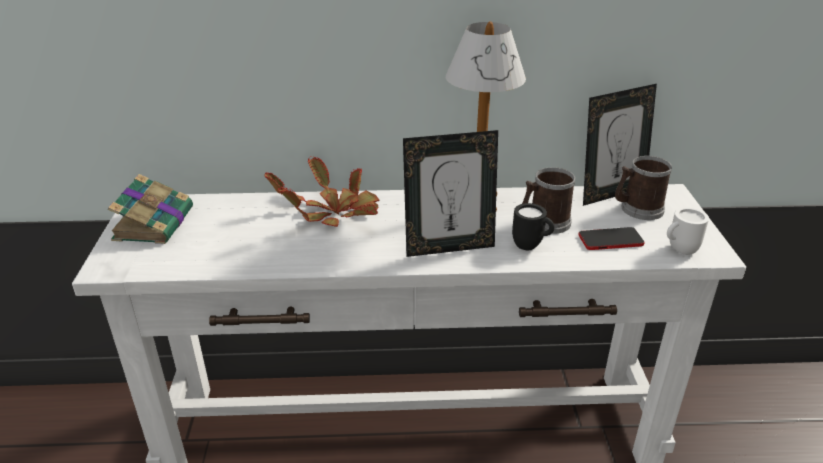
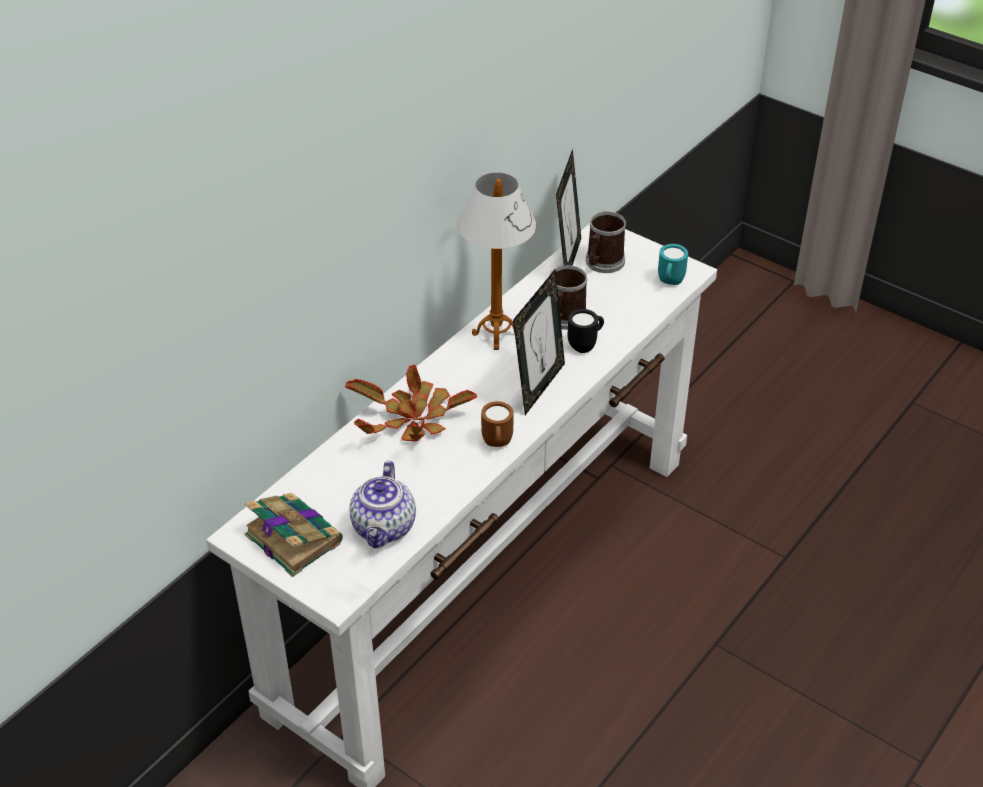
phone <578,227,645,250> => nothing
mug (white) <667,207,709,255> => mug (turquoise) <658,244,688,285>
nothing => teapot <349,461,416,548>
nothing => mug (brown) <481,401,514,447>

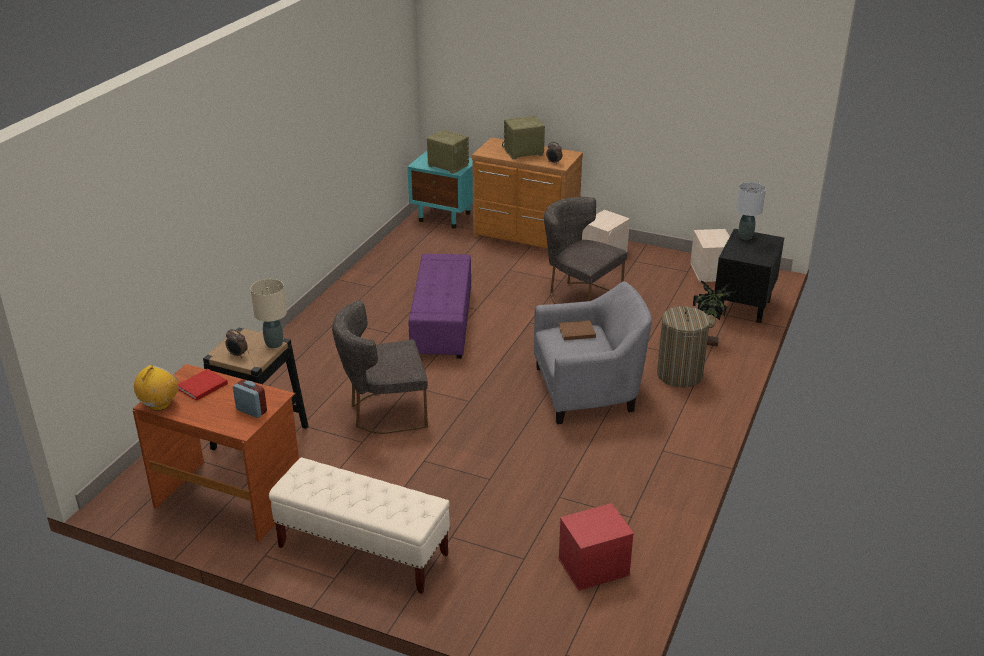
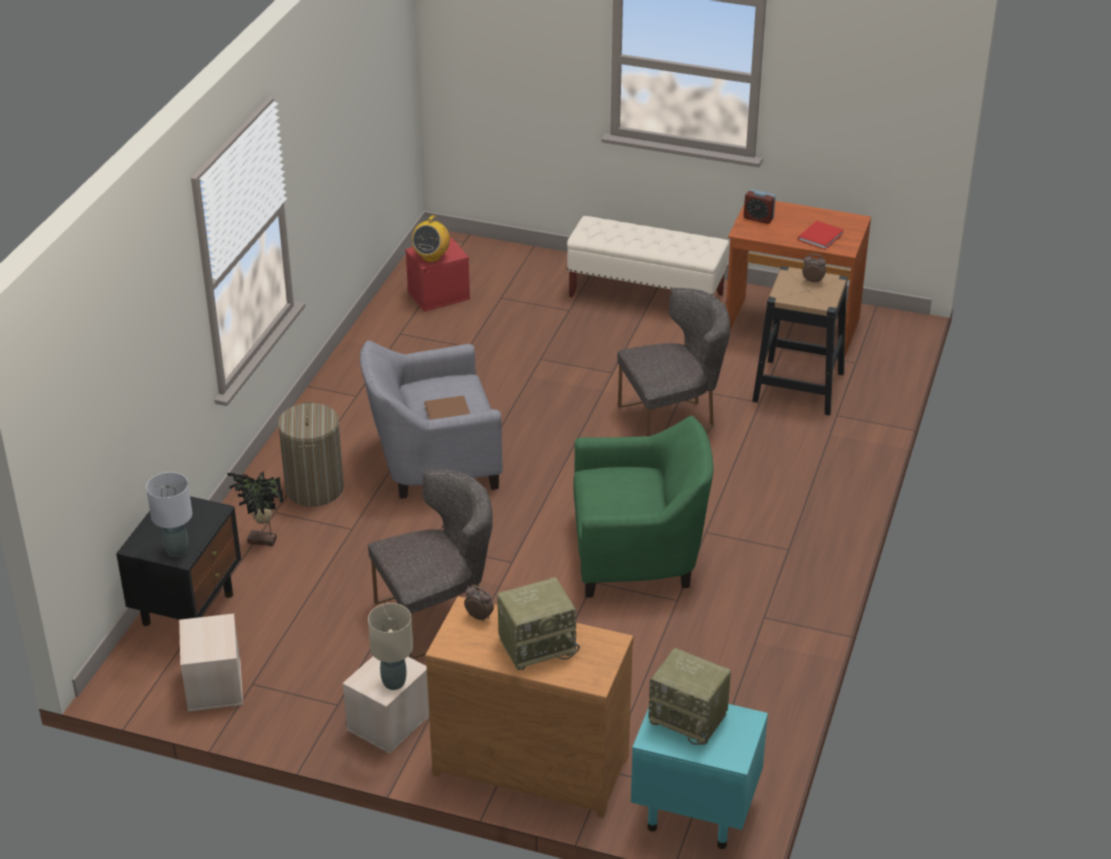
radio <134,365,178,411> => radio <412,215,450,262>, shifted
table lamp (beige) <251,279,287,348> => table lamp (beige) <368,603,413,690>, shifted
ottoman (purple) <408,254,471,359> => armchair (green) <574,416,713,598>
chair (grey) <544,197,627,304> => chair (grey) <368,469,493,659>, 60 degrees counterclockwise

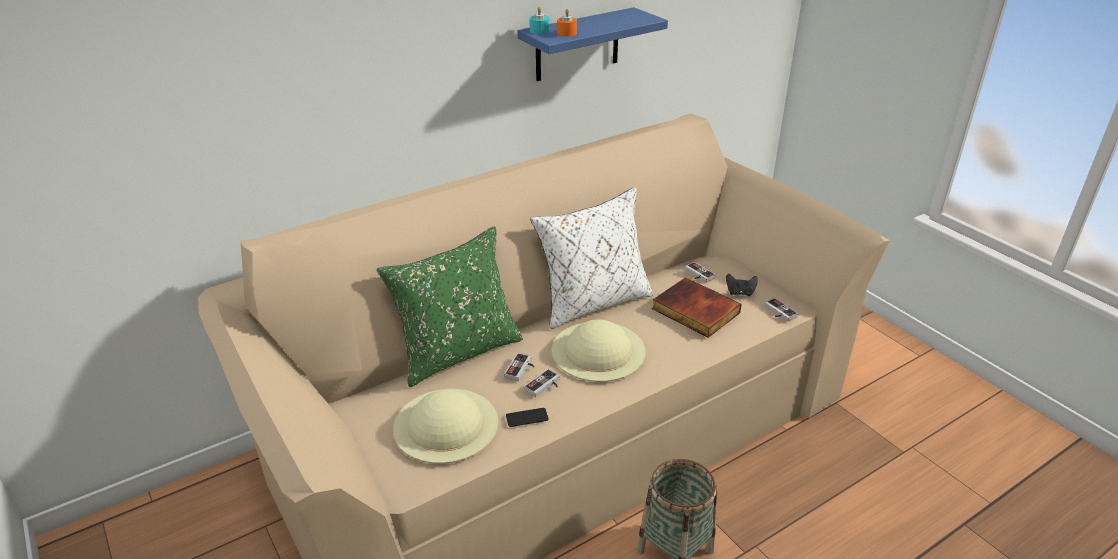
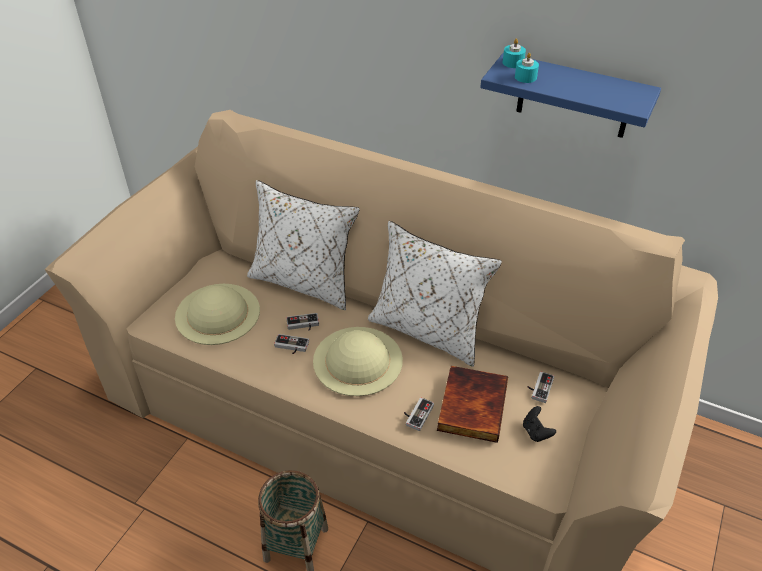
pillow (green) <377,226,523,387> => pillow (white) <247,180,360,310>
phone <506,408,548,427> => nothing
candle (orange) <557,9,577,36> => candle (turquoise) <515,53,539,83>
game controller <765,298,798,322> => game controller <404,397,434,431>, shifted

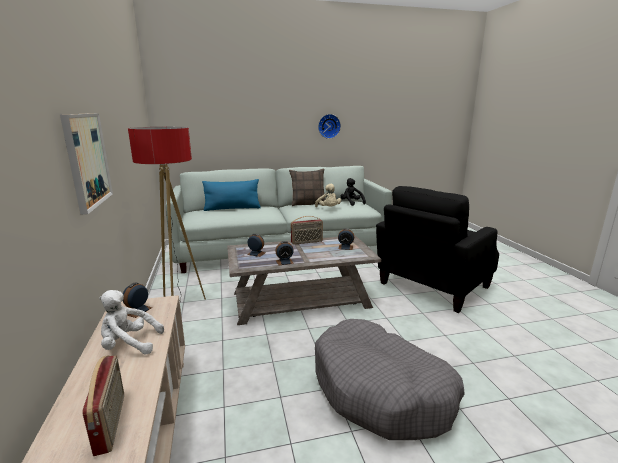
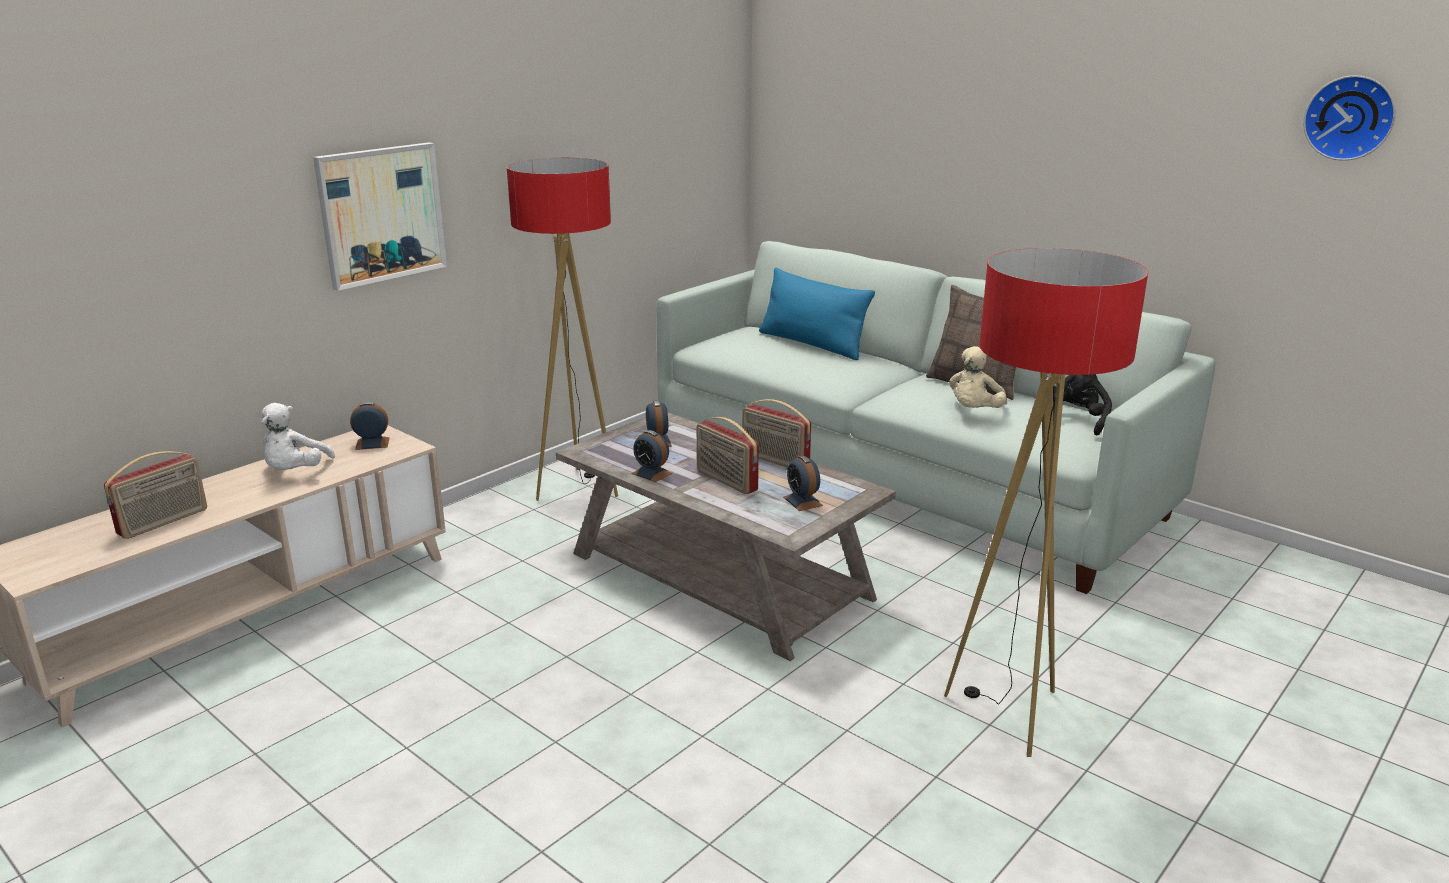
plush toy (white) <99,290,164,355> => plush toy (white) <261,403,335,470>, 135 degrees counterclockwise
dog bed (grey) <315,319,465,440> => nothing
wall clock <318,114,341,139> => wall clock <1303,75,1396,161>, shifted
armchair (black) <376,186,499,313> => floor lamp <944,248,1148,757>
nothing => radio <697,417,759,494>

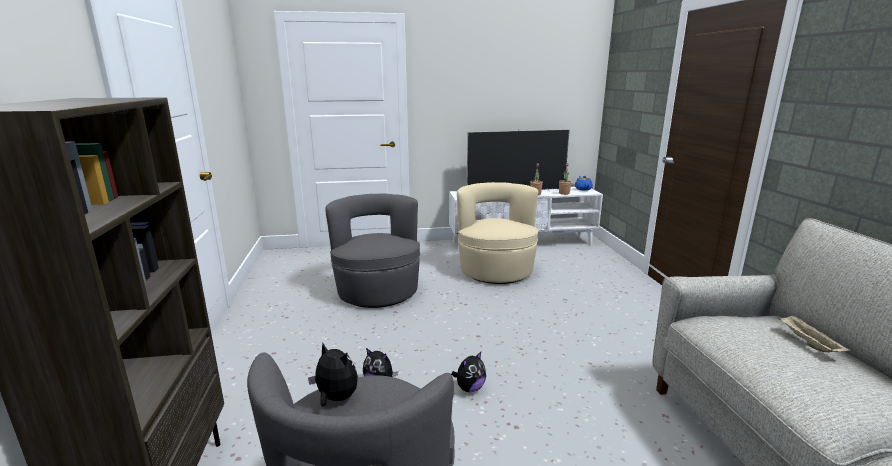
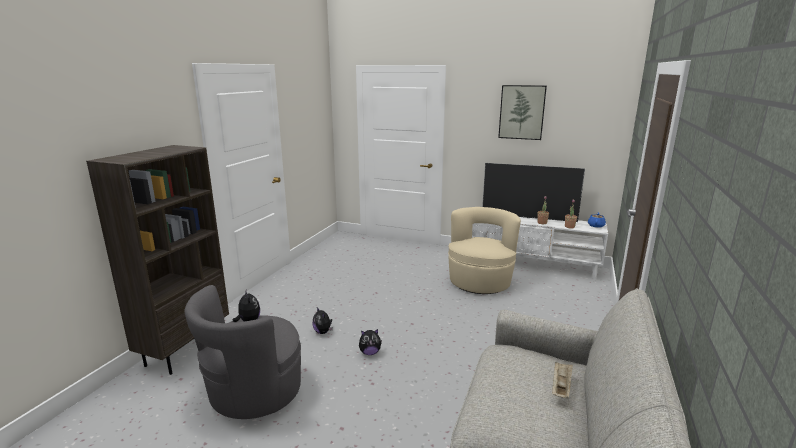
armchair (grey) <326,194,420,308> => nothing
nothing => picture <498,85,547,140>

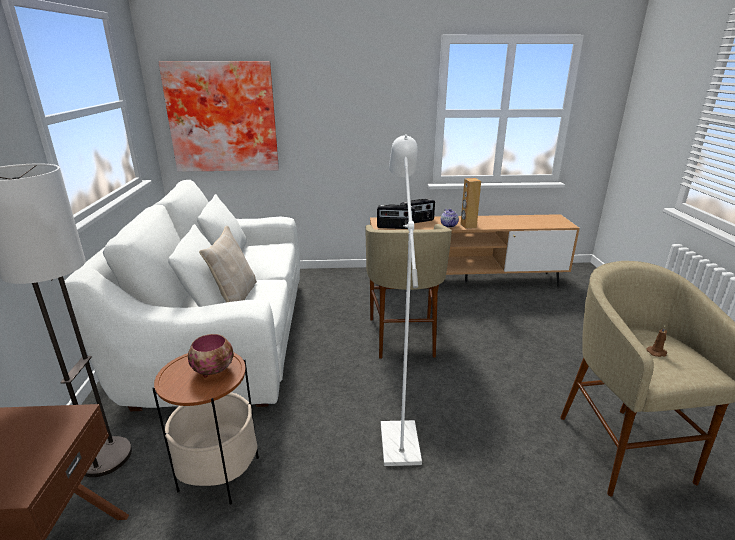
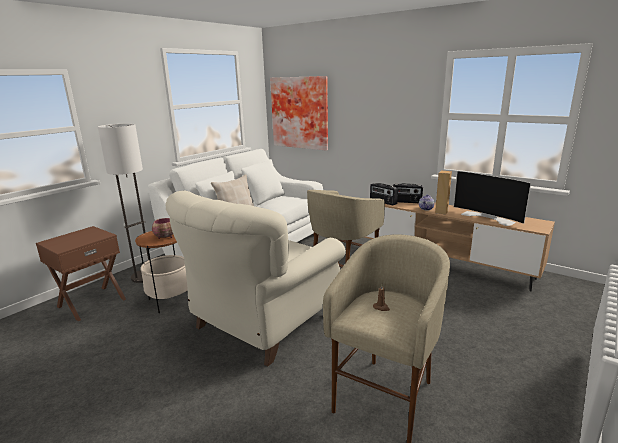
floor lamp (white) <381,134,422,466> => armchair (beige) <166,191,346,367>
nothing => television <454,171,531,226>

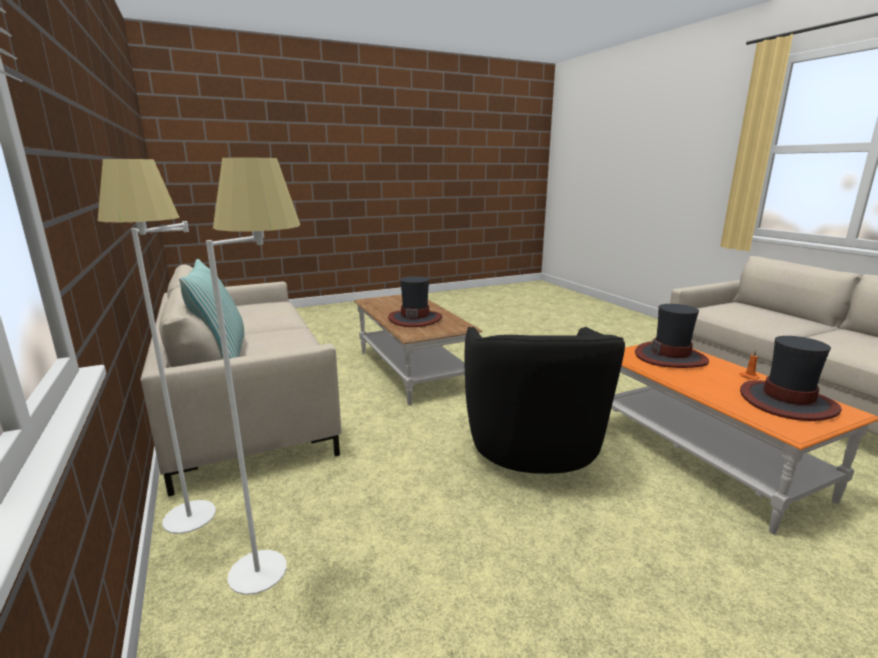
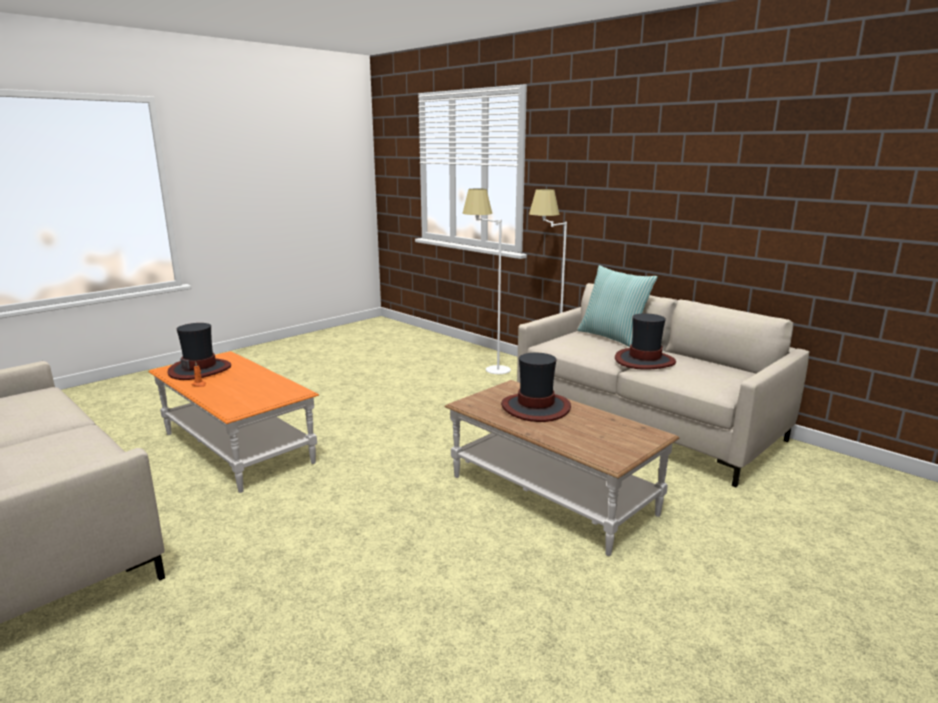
armchair (black) <464,327,625,474> => nothing
hat <635,304,709,368> => hat <615,314,676,370>, shifted

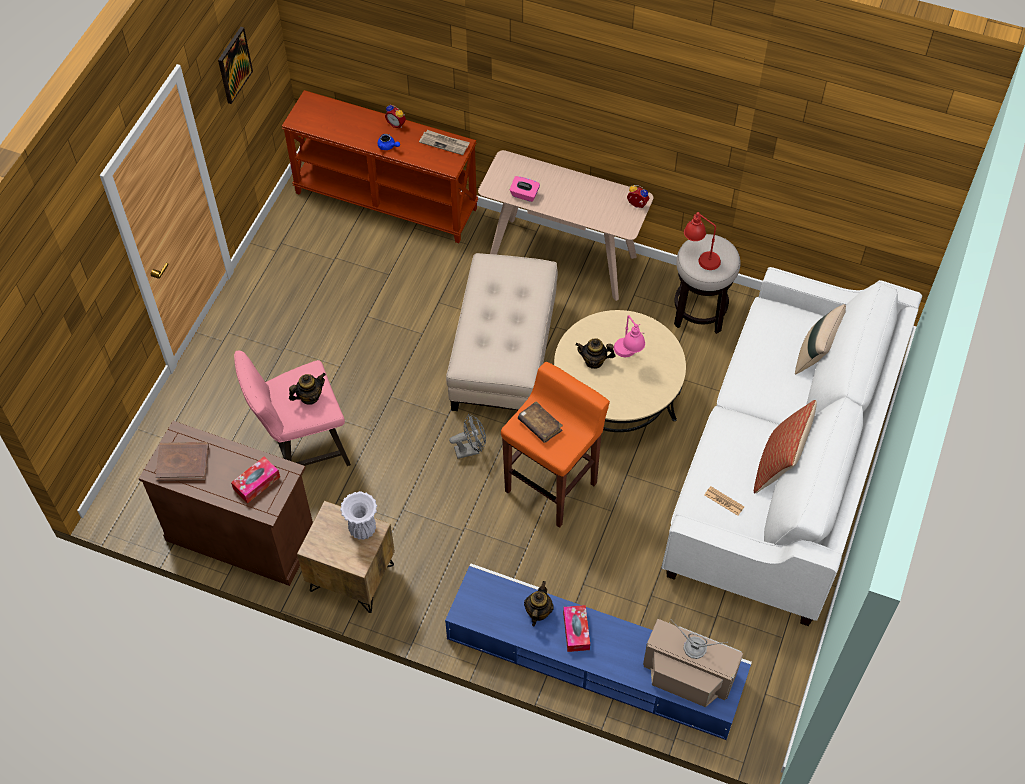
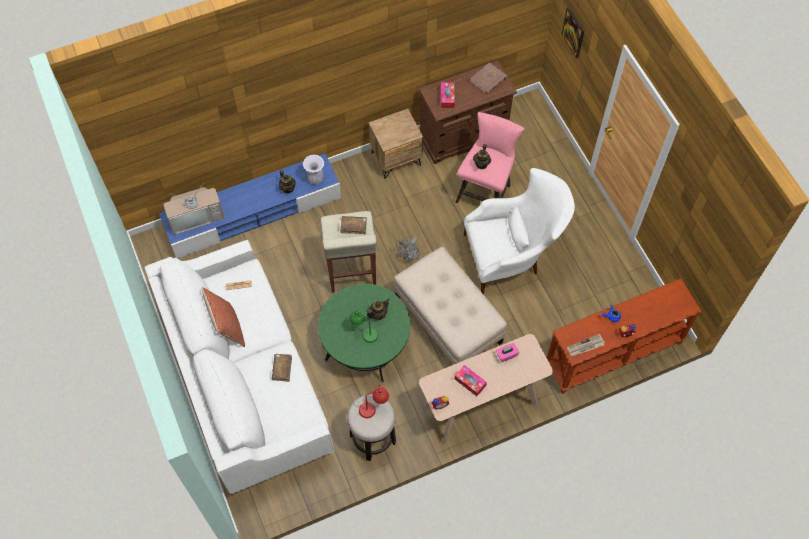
picture <218,27,253,104> => picture <561,7,584,58>, shifted
vase (white) <340,491,377,540> => vase (white) <303,155,325,184>, shifted
stool (orange) <501,362,610,528> => stool (beige) <321,211,377,293>
coffee table (beige) <554,310,686,432> => coffee table (green) <318,284,410,382>
tissue box <563,605,590,652> => tissue box <455,365,487,396>, shifted
table lamp (pink) <614,315,645,357> => table lamp (green) <349,309,378,343>
pillow (beige) <795,304,846,375> => nothing
nothing => book (brown) <272,354,292,382>
nothing => armchair (white) <464,168,575,295>

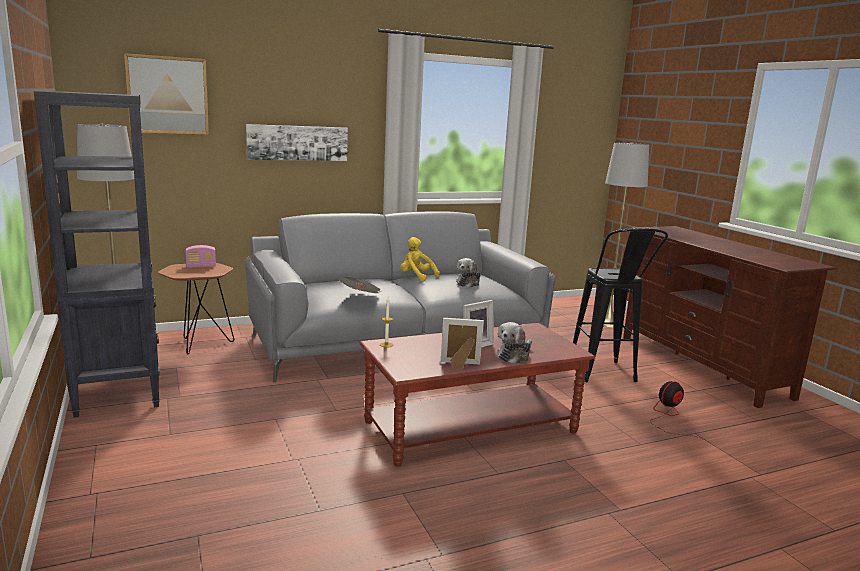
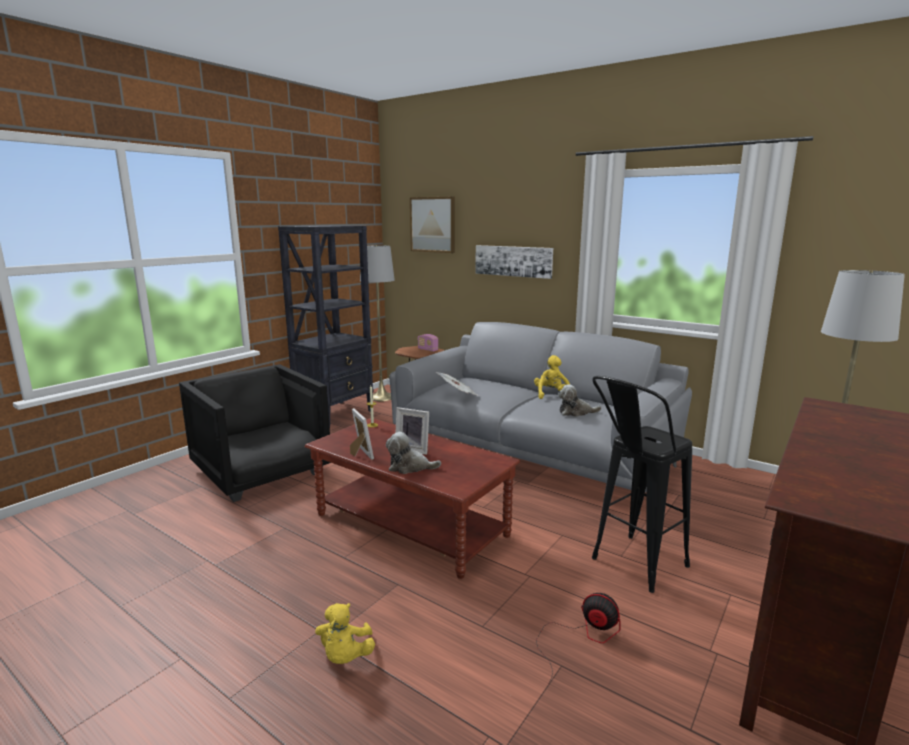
nothing => armchair (black) <179,364,331,502>
nothing => plush toy (yellow) <315,603,375,664>

